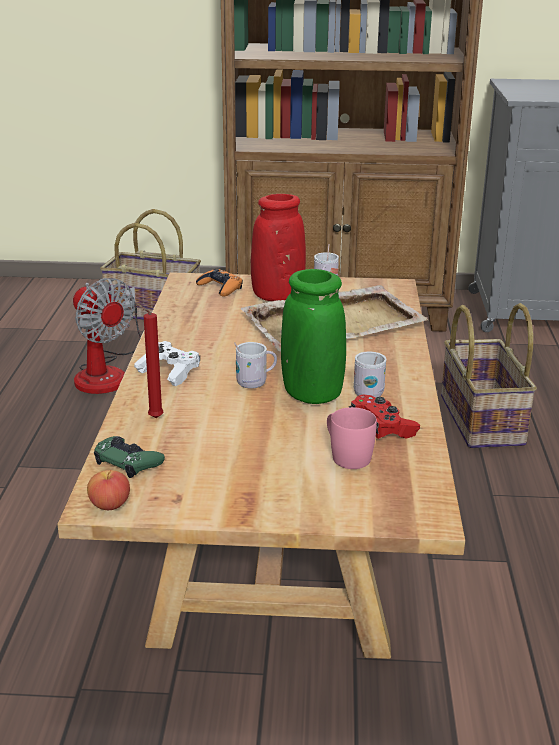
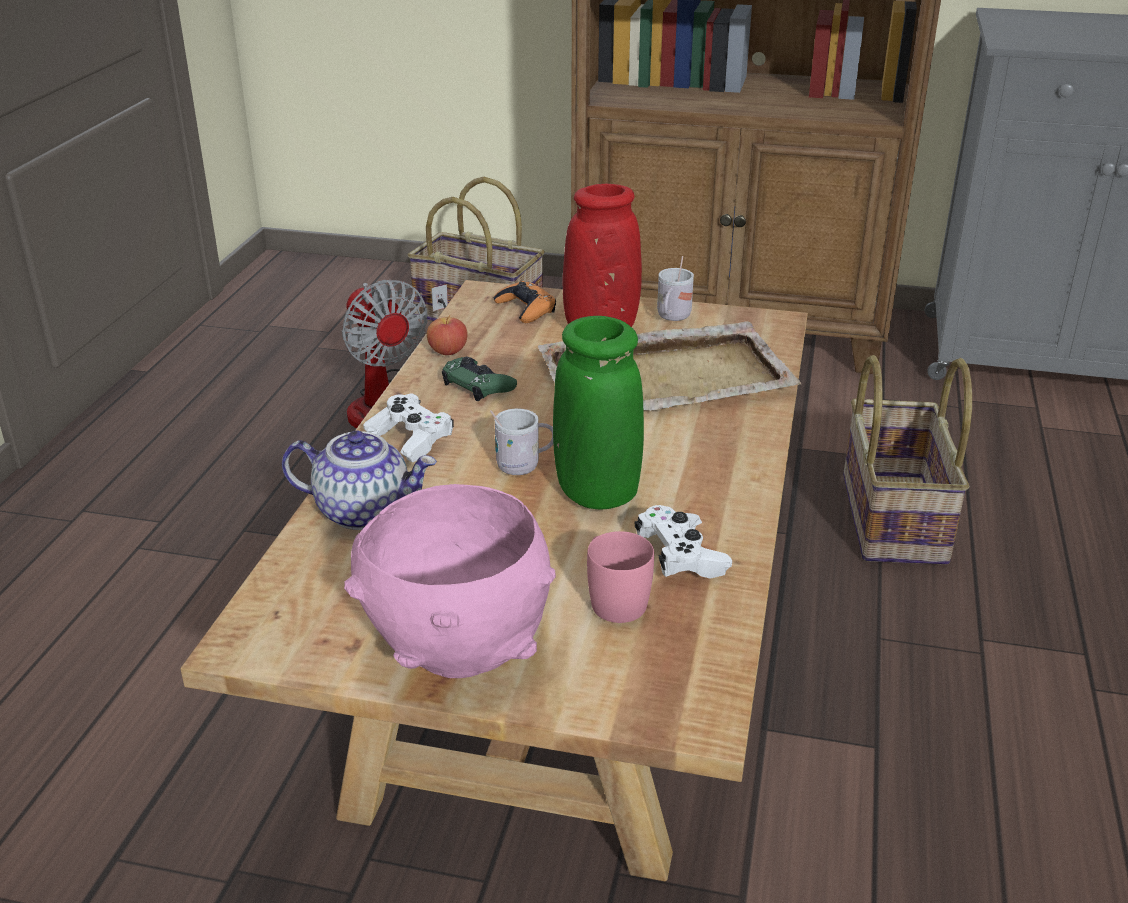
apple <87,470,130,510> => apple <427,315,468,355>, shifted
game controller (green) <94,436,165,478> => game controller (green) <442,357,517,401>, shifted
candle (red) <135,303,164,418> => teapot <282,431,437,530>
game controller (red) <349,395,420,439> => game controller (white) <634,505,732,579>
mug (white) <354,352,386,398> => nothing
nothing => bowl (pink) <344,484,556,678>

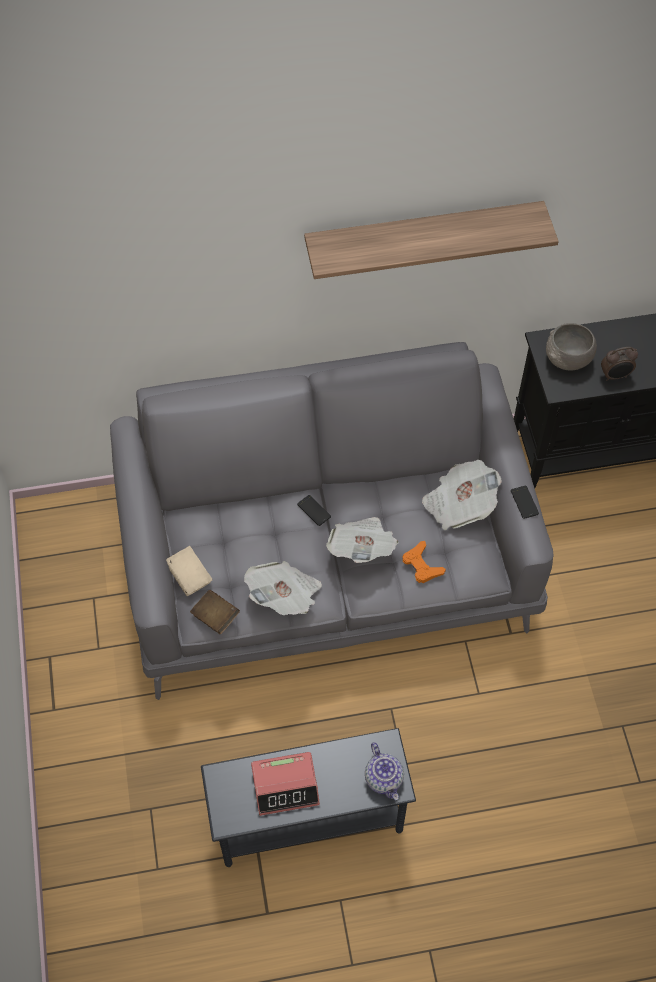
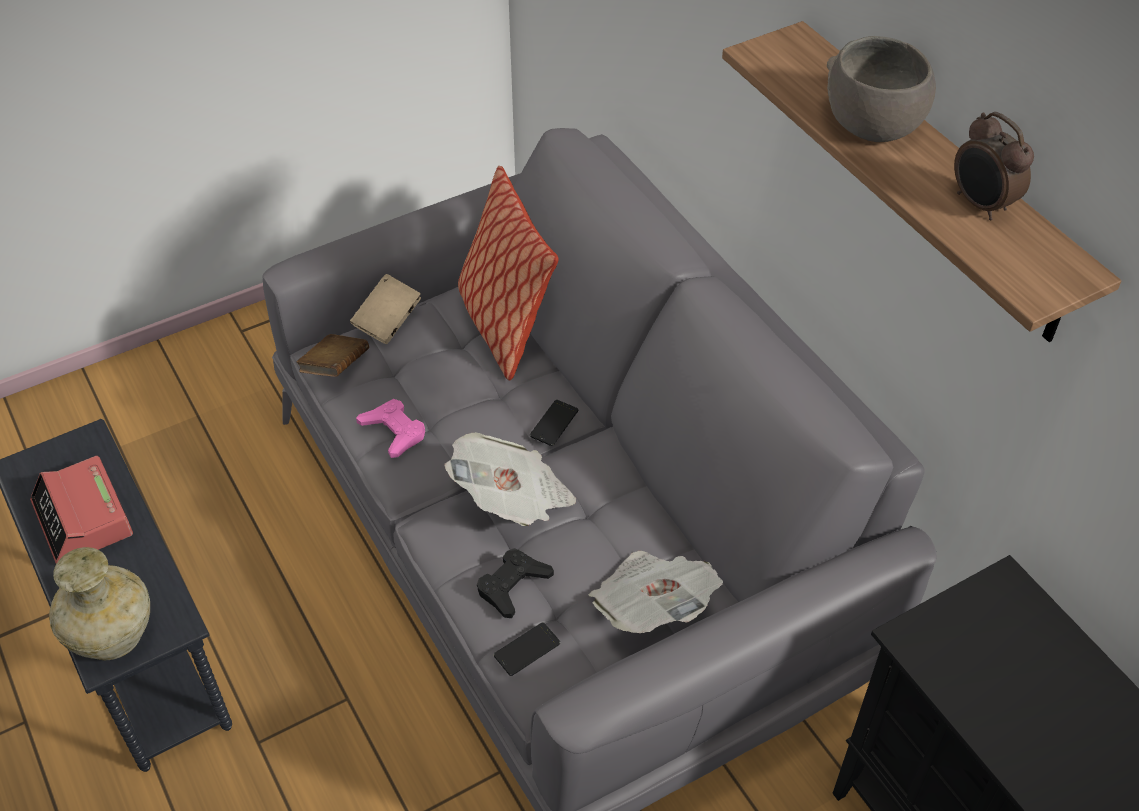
newspaper <244,561,322,615> => game controller (pink) <356,399,425,458>
teapot <365,742,404,800> => vase (beige) <49,547,150,660>
game controller (orange) <403,541,446,583> => game controller (black) <477,548,554,618>
phone <511,486,539,519> => phone <494,623,560,676>, shifted
bowl (grey) <546,323,597,371> => bowl (grey) <827,36,936,142>, shifted
alarm clock <601,347,638,381> => alarm clock <954,112,1034,221>, shifted
nothing => pillow <458,166,559,380>

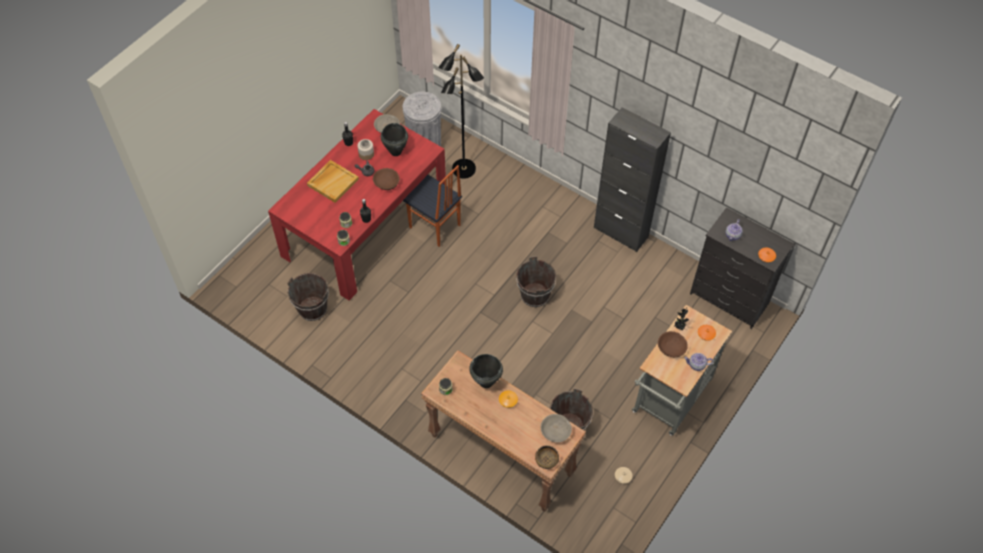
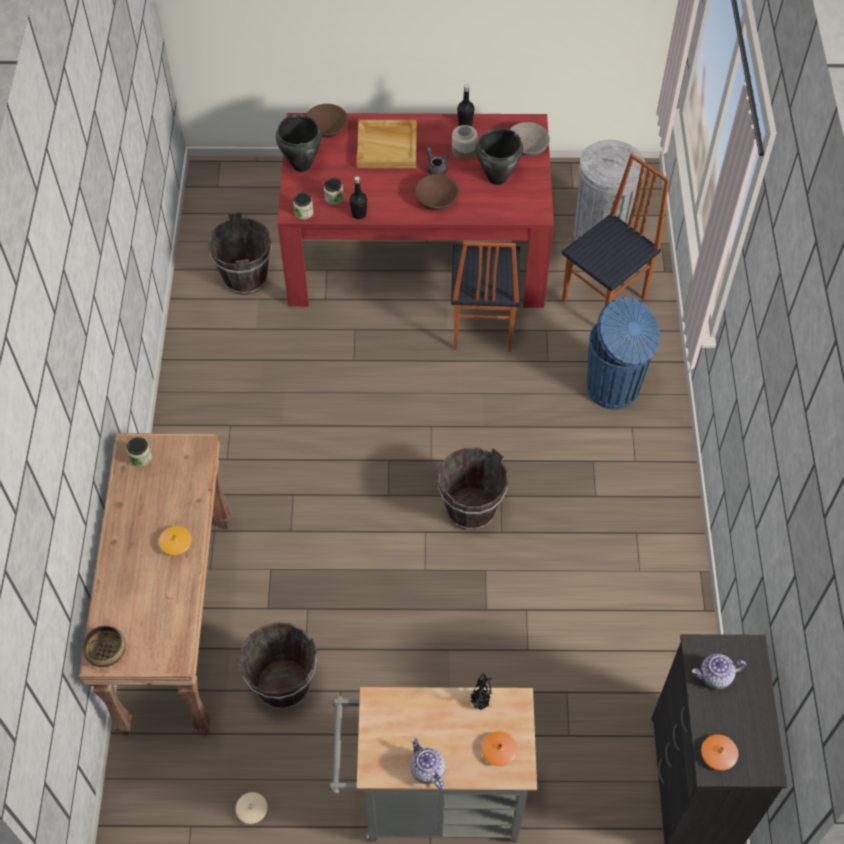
floor lamp (black) <438,44,484,179> => chair <562,153,669,306>
cooking pot (black) <469,354,503,388> => cooking pot (black) <276,114,322,172>, shifted
bowl (grey) <541,414,572,442> => nothing
cabinet (black) <594,107,671,252> => nothing
bowl (brown) <658,331,688,357> => bowl (brown) <306,104,348,138>, shifted
nothing => trash can (blue) <587,297,660,410>

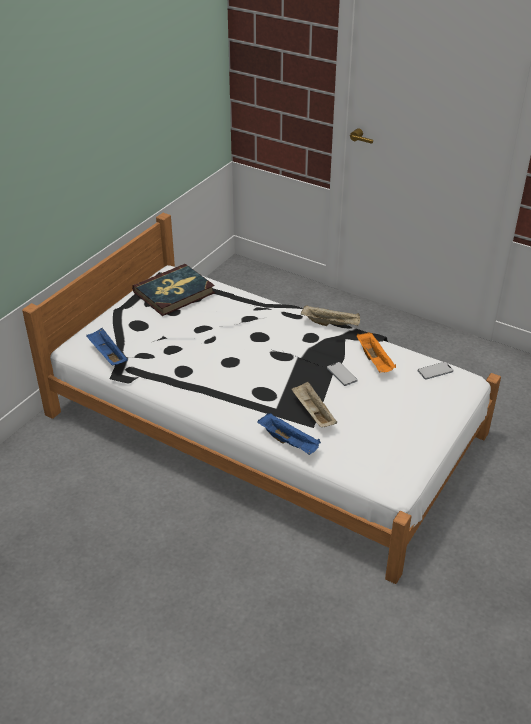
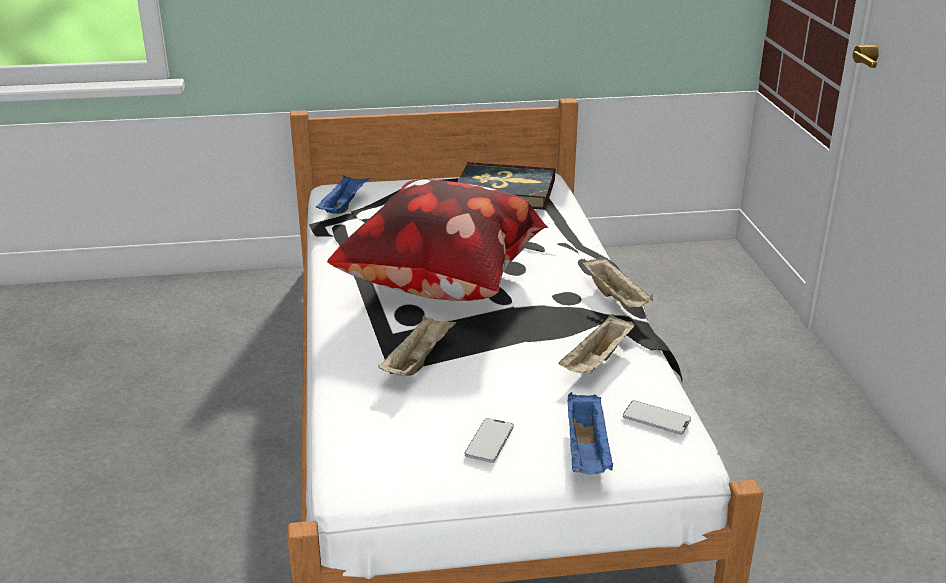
tray (blue) <257,413,321,455> => tray (blue) <568,392,614,474>, shifted
phone <327,362,358,386> => phone <465,418,514,463>, shifted
tray (orange) <356,332,396,373> => tray (beige) <559,314,635,374>
nothing => pillow <327,179,548,301>

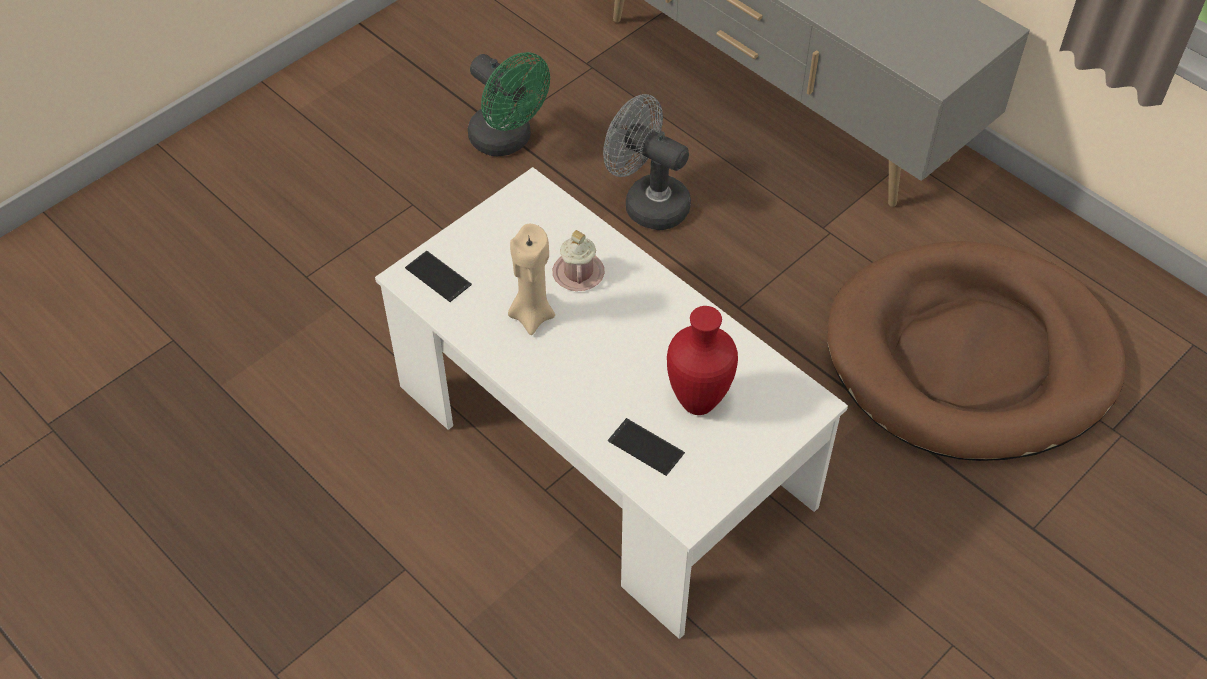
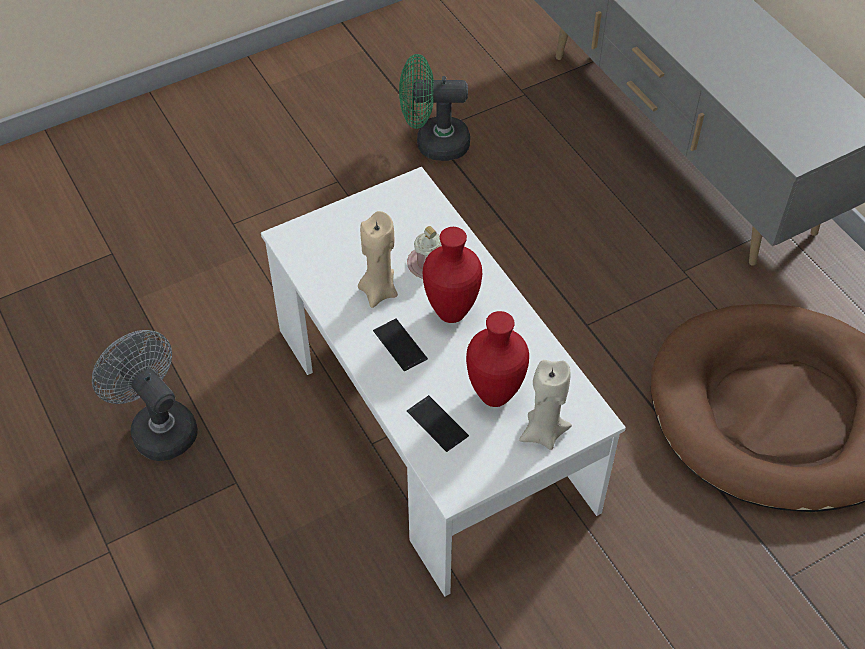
phone <405,251,472,302> => phone <373,318,428,372>, shifted
fan (green) <468,52,550,156> => fan (green) <399,54,470,161>, 120 degrees clockwise
fan (grey) <603,94,691,230> => fan (grey) <92,330,198,461>, shifted
nothing => vase (red) <423,227,482,323>
nothing => candle (beige) <519,360,572,450>

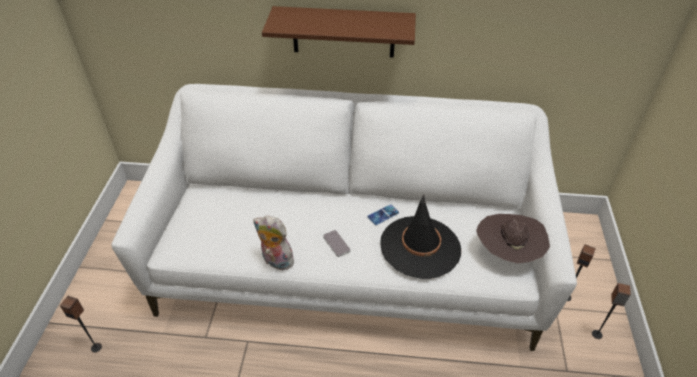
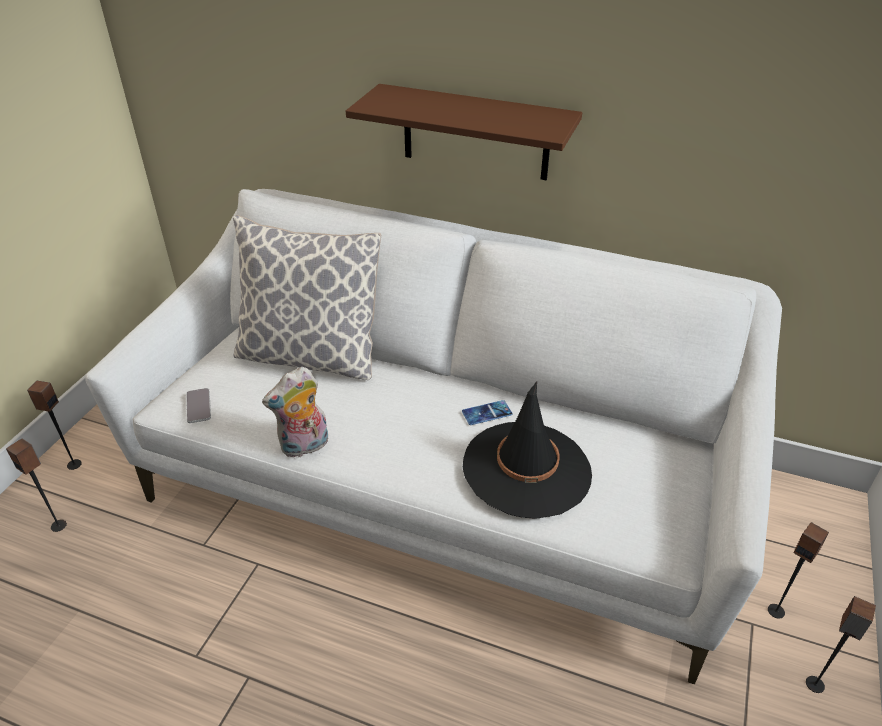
plush toy <253,216,294,270> => plush toy <262,367,328,457>, 75 degrees counterclockwise
phone <323,230,351,257> => phone <186,388,211,423>, shifted
hat (brown) <476,214,550,263> => nothing
nothing => speaker <27,381,82,470>
nothing => pillow <233,215,381,380>

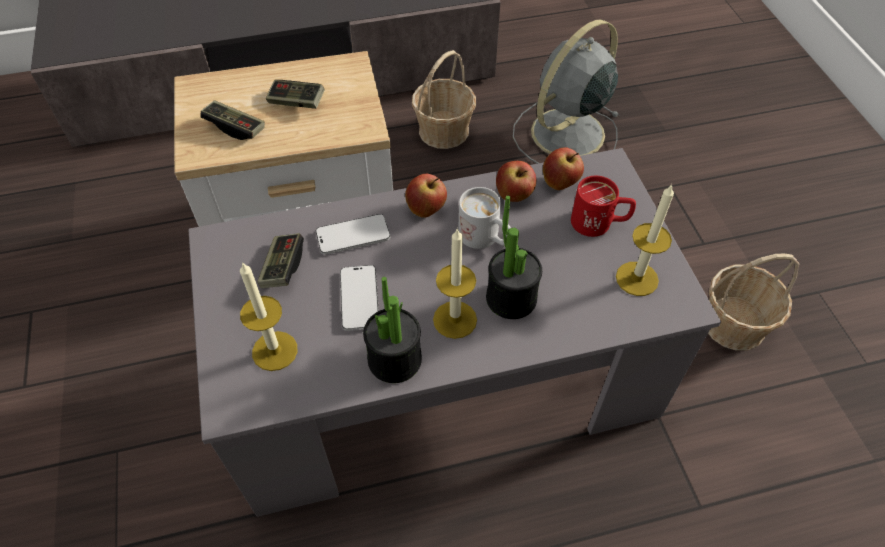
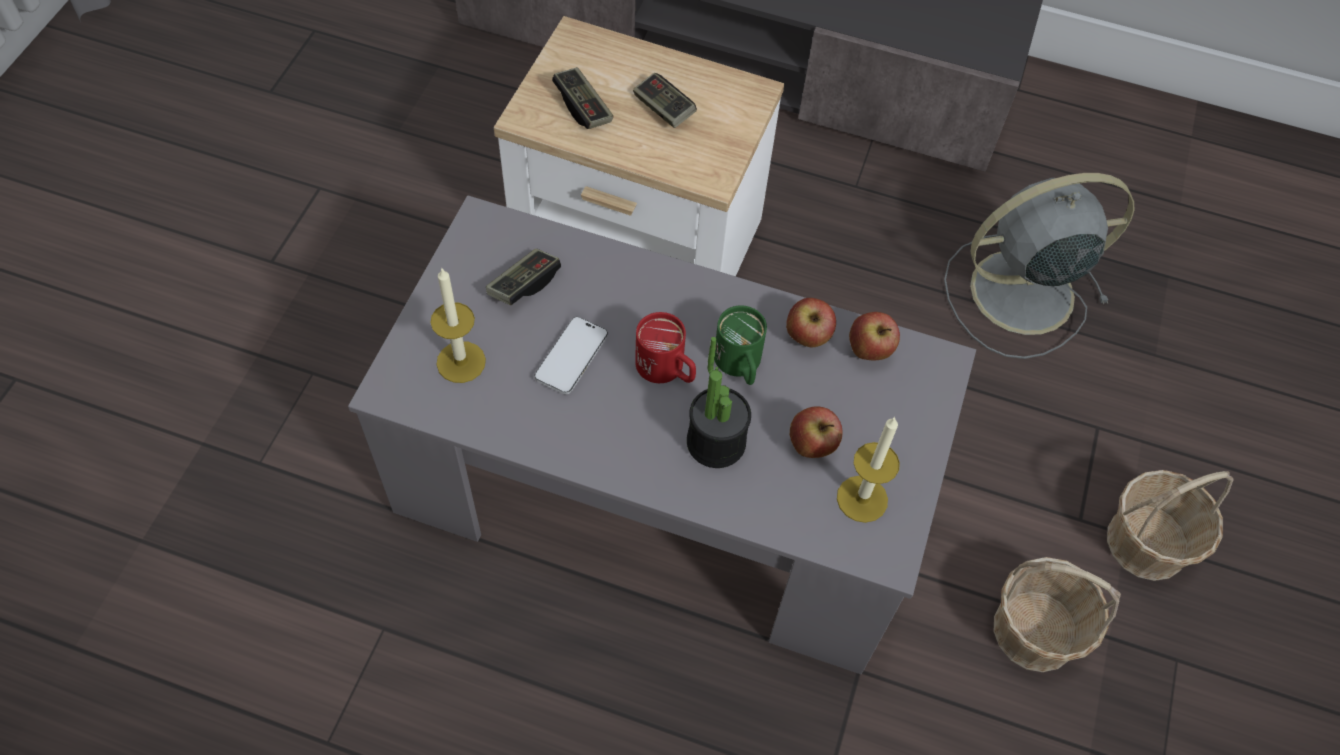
phone <316,214,390,255> => nothing
potted plant <363,277,422,383> => nothing
apple <405,174,447,218> => apple <790,407,843,458>, shifted
basket <412,50,476,149> => basket <1107,470,1234,581>, shifted
candle <433,228,477,339> => nothing
mug (white) <458,187,511,249> => mug (green) <714,305,767,385>
mug (red) <571,176,636,237> => mug (red) <635,312,696,383>, shifted

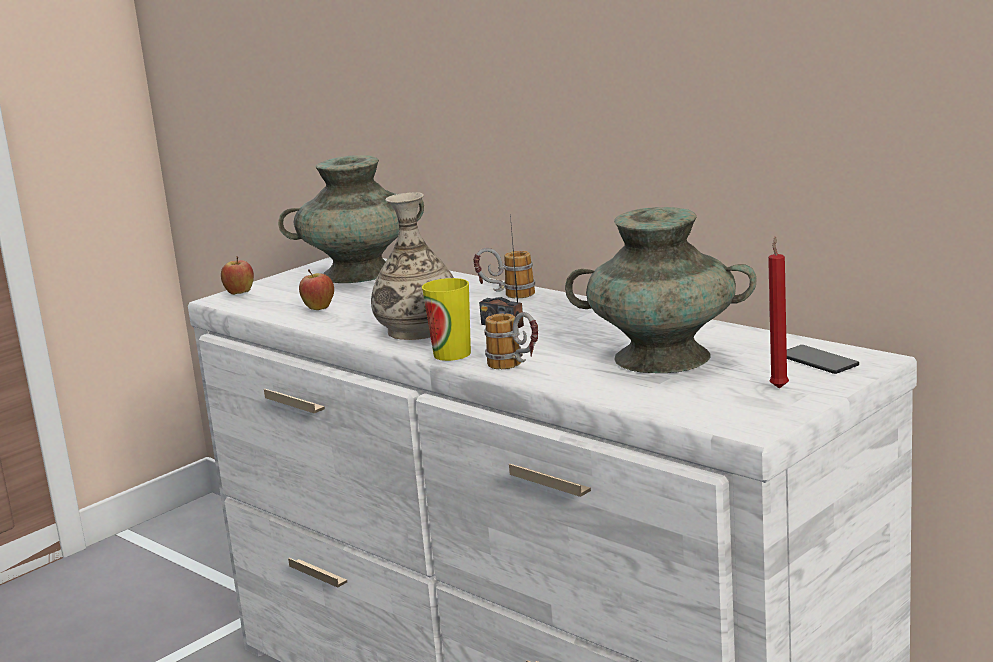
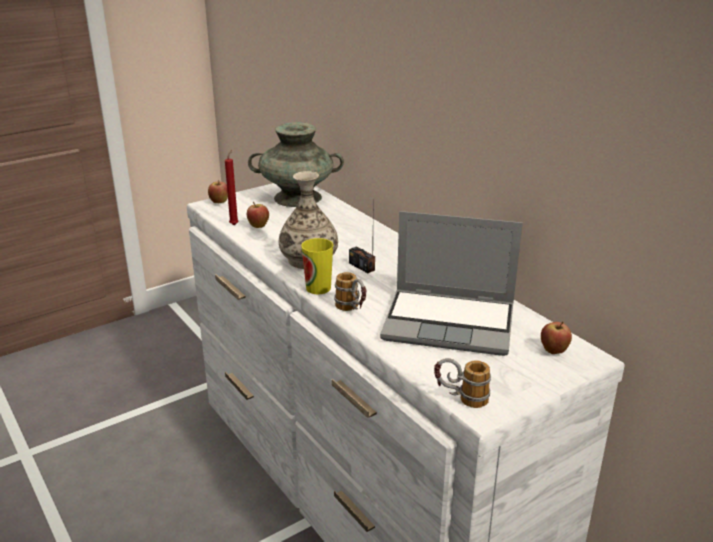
mug <473,248,535,298> => mug <434,358,491,408>, shifted
vase (turquoise) <565,207,757,373> => laptop <380,211,523,356>
candle (red) <768,237,789,389> => candle (red) <225,150,239,225>, shifted
phone <787,345,859,374> => apple <541,322,572,354>

